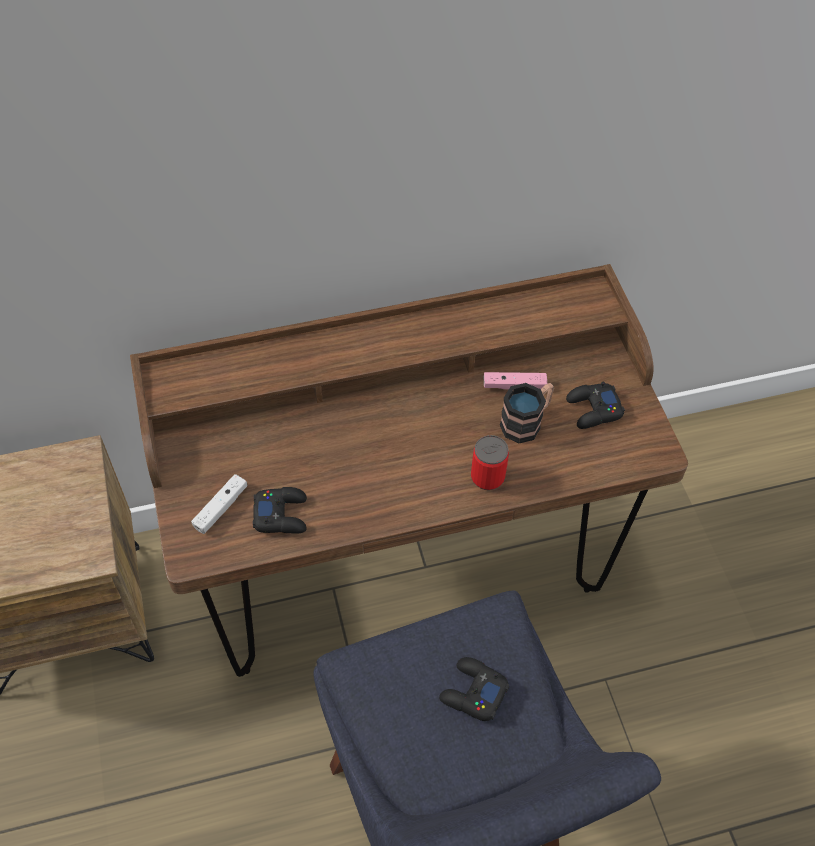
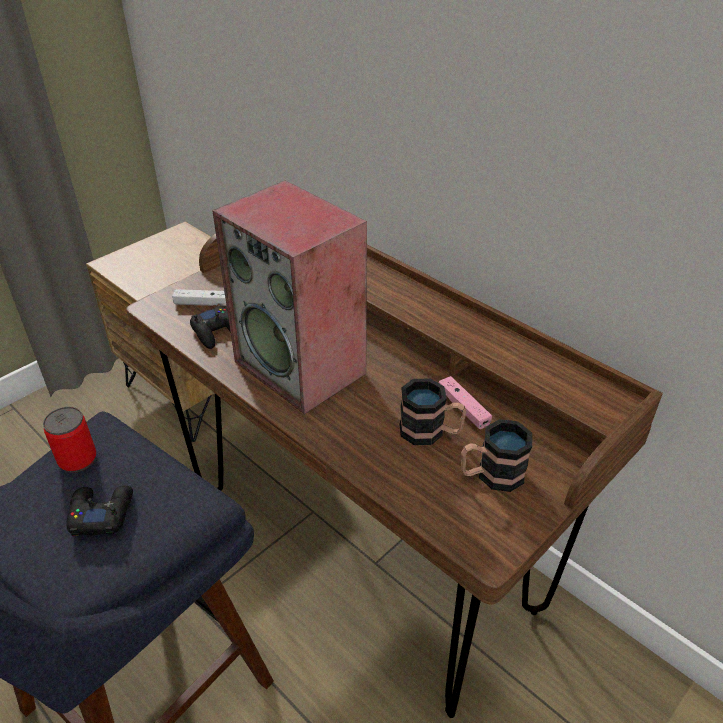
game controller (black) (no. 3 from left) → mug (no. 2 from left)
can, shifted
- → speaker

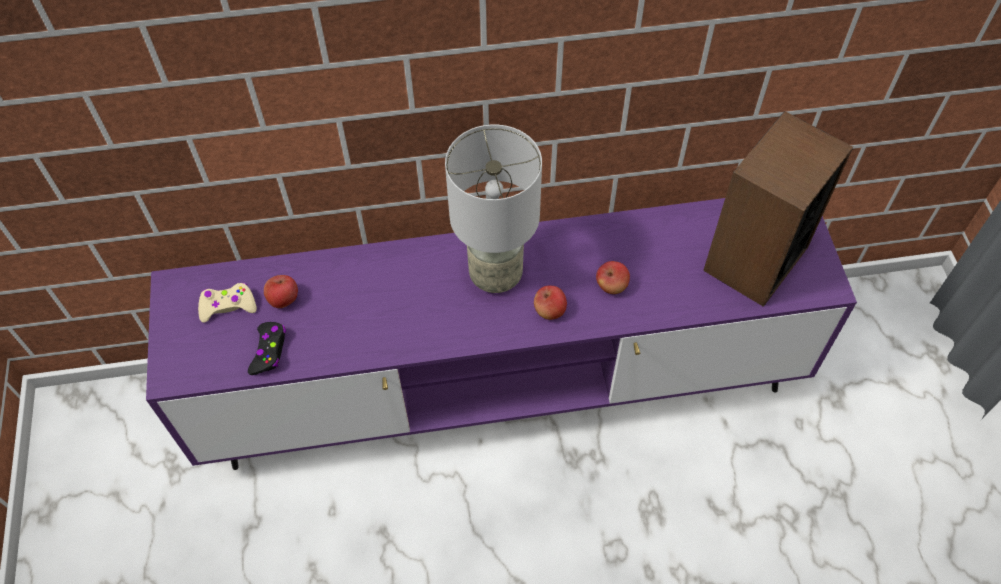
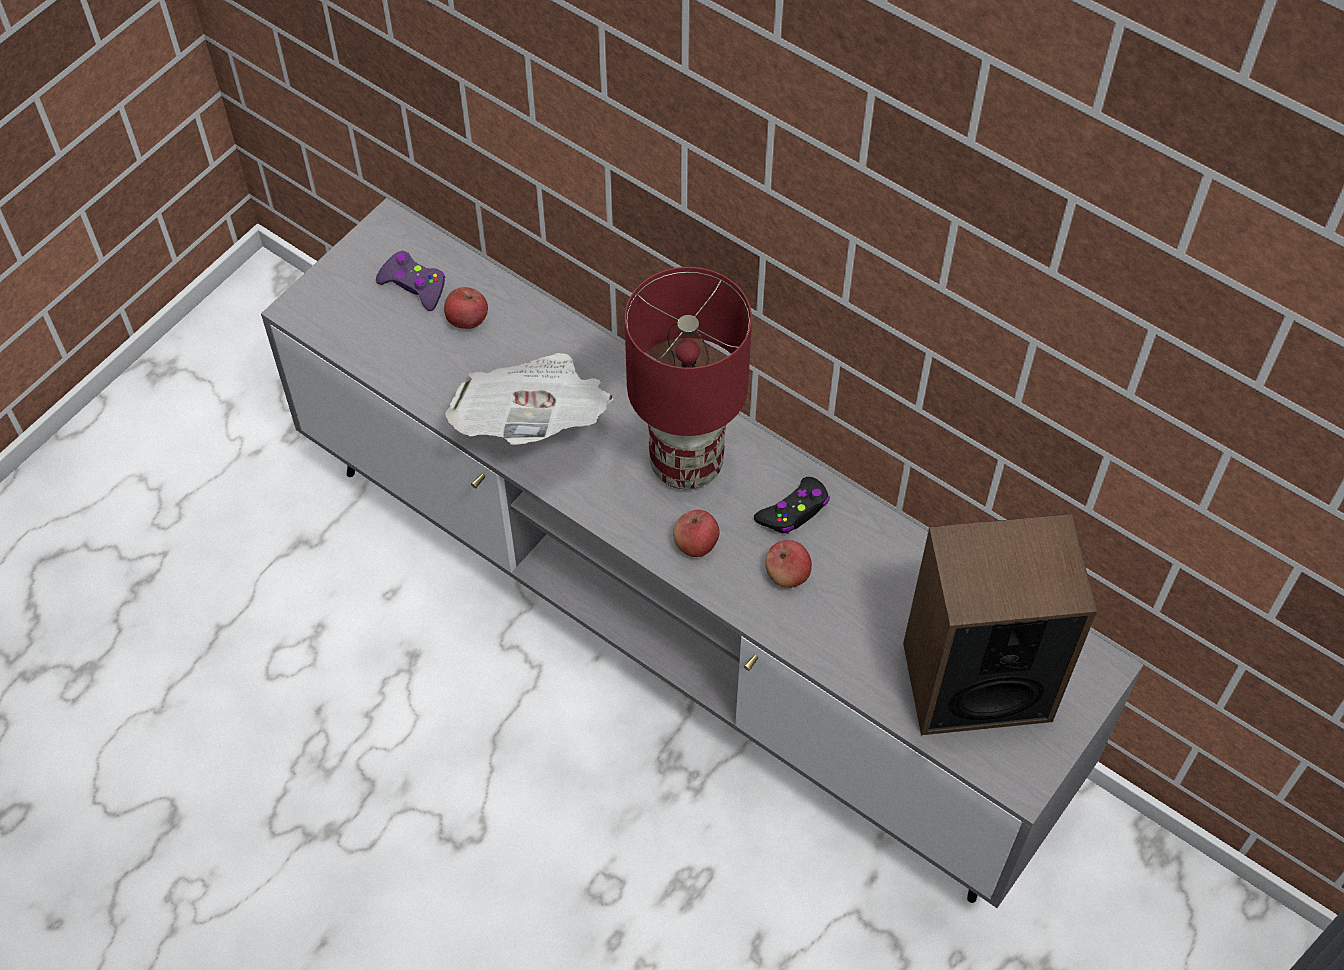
table lamp (grey) → table lamp (red)
tv stand (purple) → tv stand (grey)
game controller (beige) → game controller (purple)
game controller (black), shifted
- → newspaper

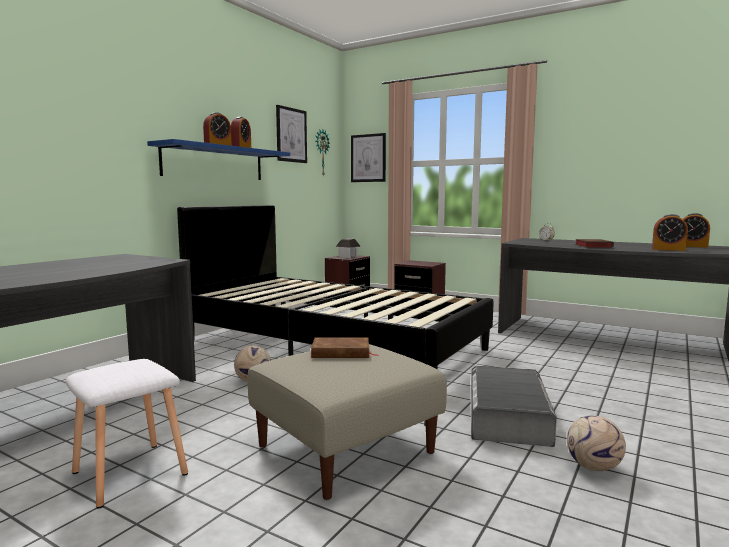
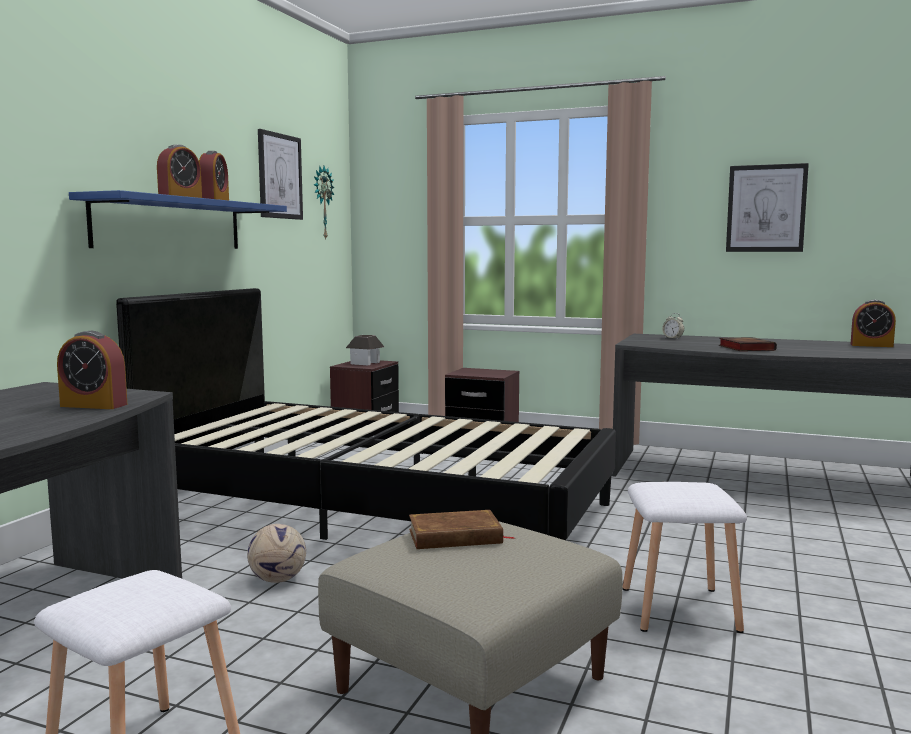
picture (no. 2 from left), shifted
alarm clock (no. 4 from left in the first image) → alarm clock (no. 1 from left), shifted
storage box (grey) → stool (white) (no. 2 from left)
football (no. 2 from left) → -

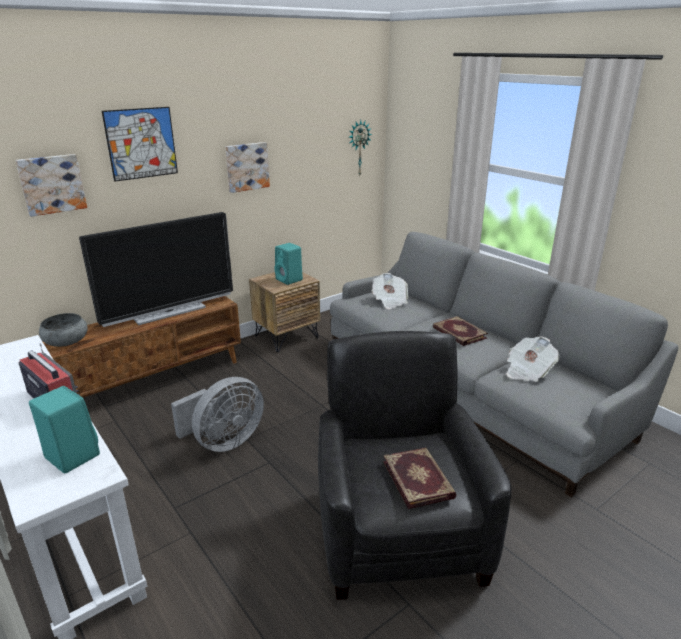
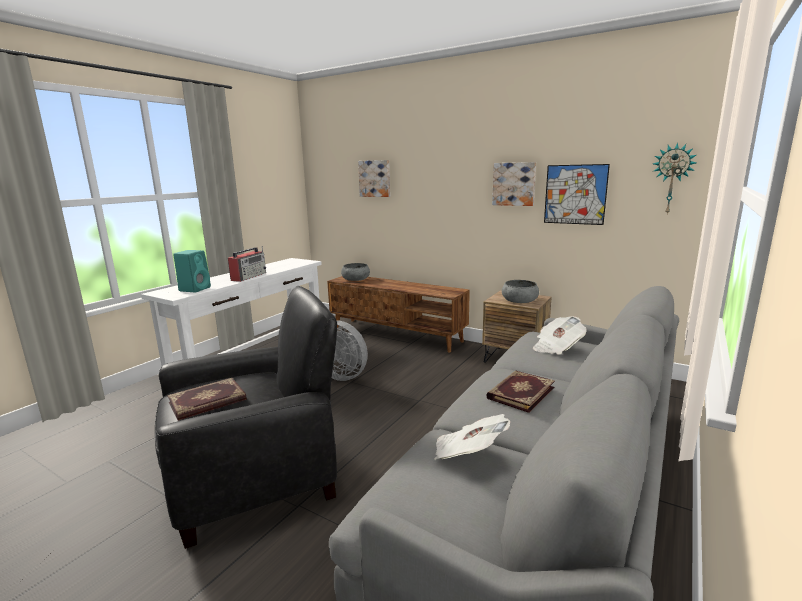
picture (no. 2 from left in the first image) → picture (no. 3 from left), shifted
television → -
speaker (turquoise) (no. 2 from left) → bowl (grey) (no. 2 from left)

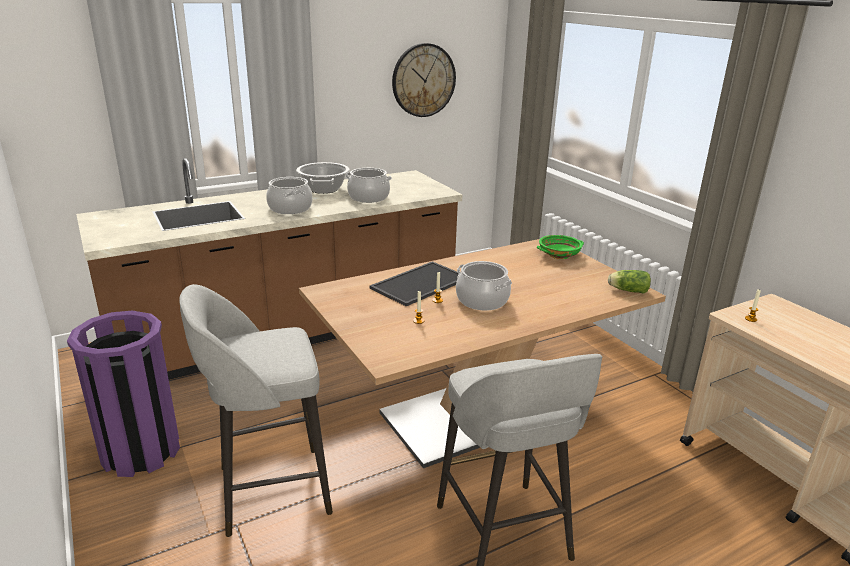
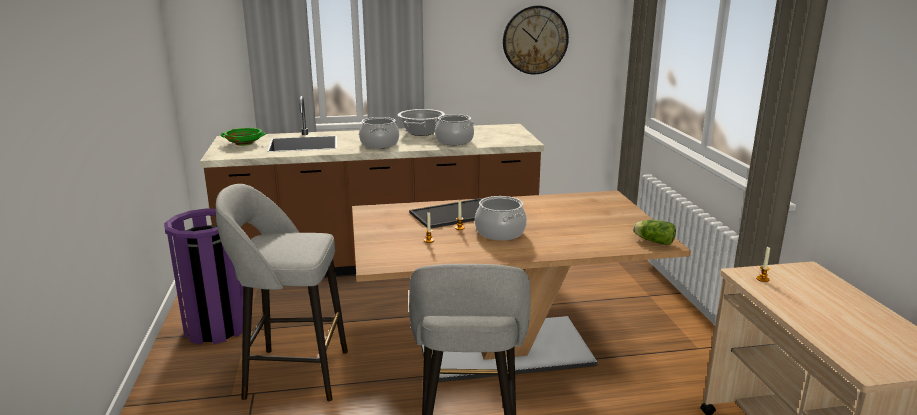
bowl (green), shifted

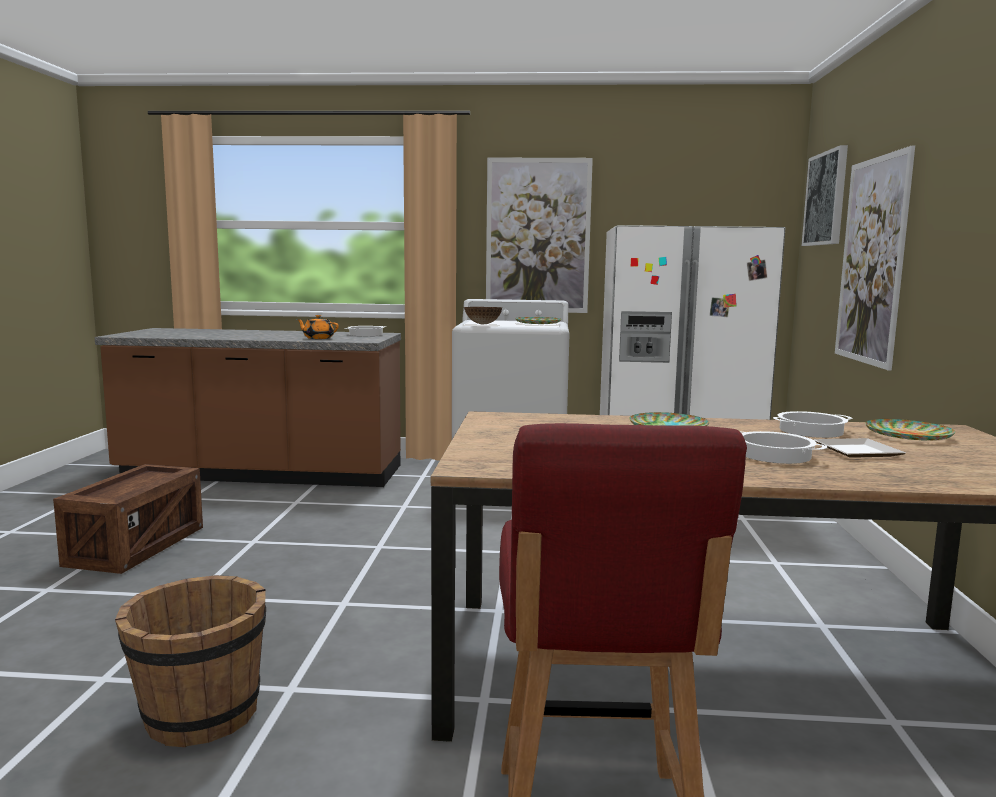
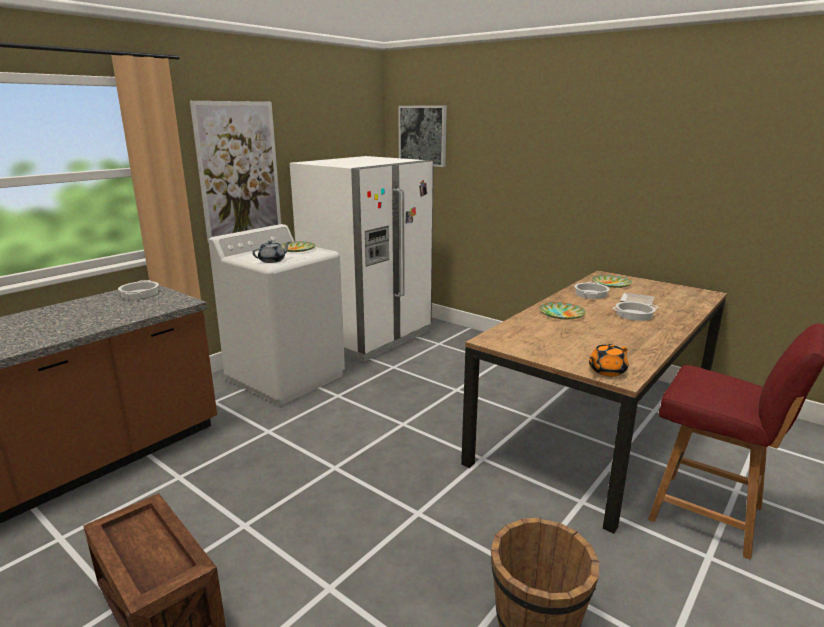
picture (no. 3 from left) → -
bowl → teapot (grey)
teapot (orange), shifted

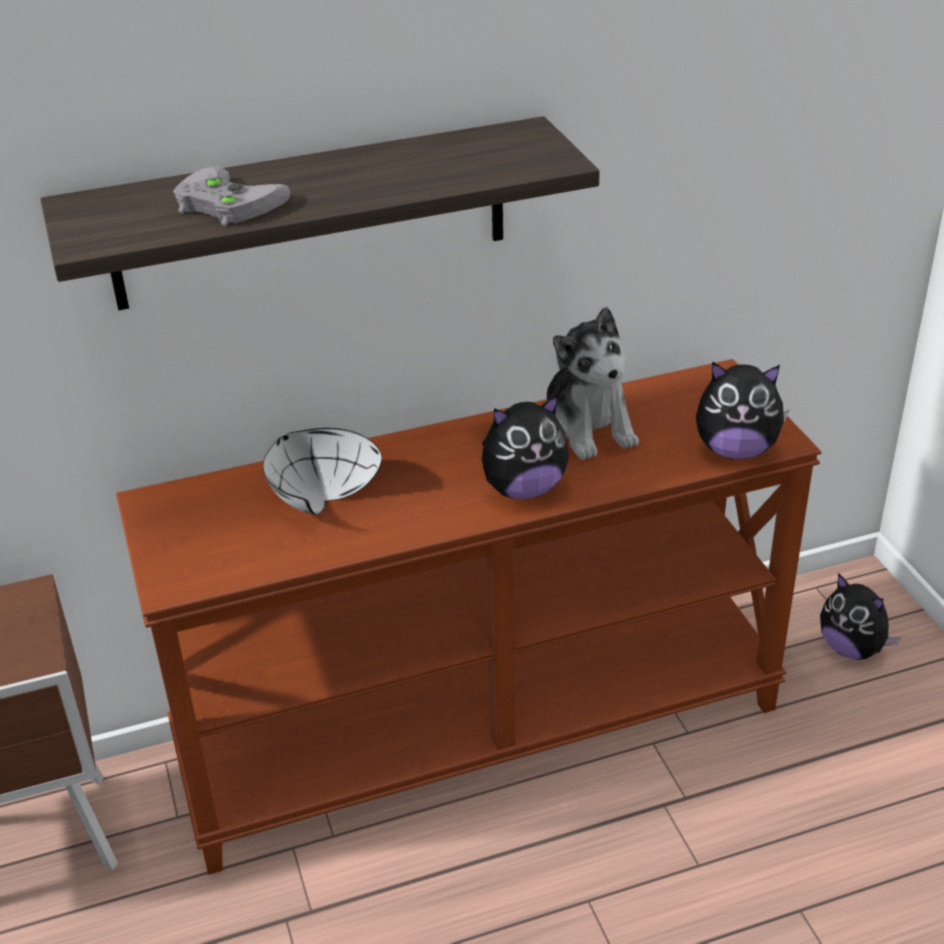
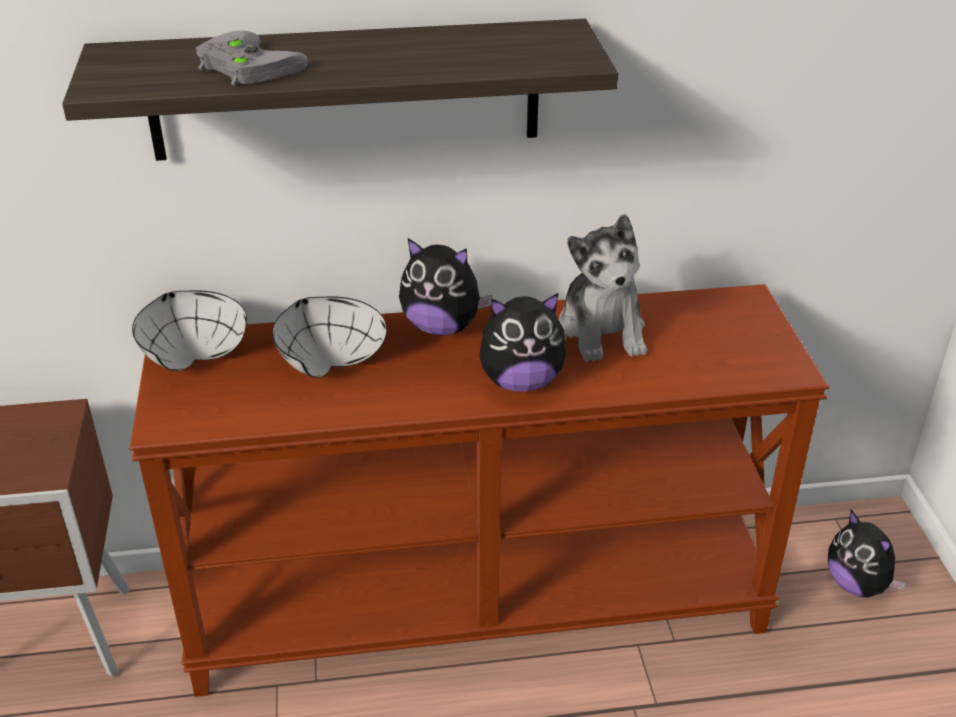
plush toy (no. 3 from left in the first image) → plush toy (no. 1 from left), shifted
- → bowl (white) (no. 1 from left)

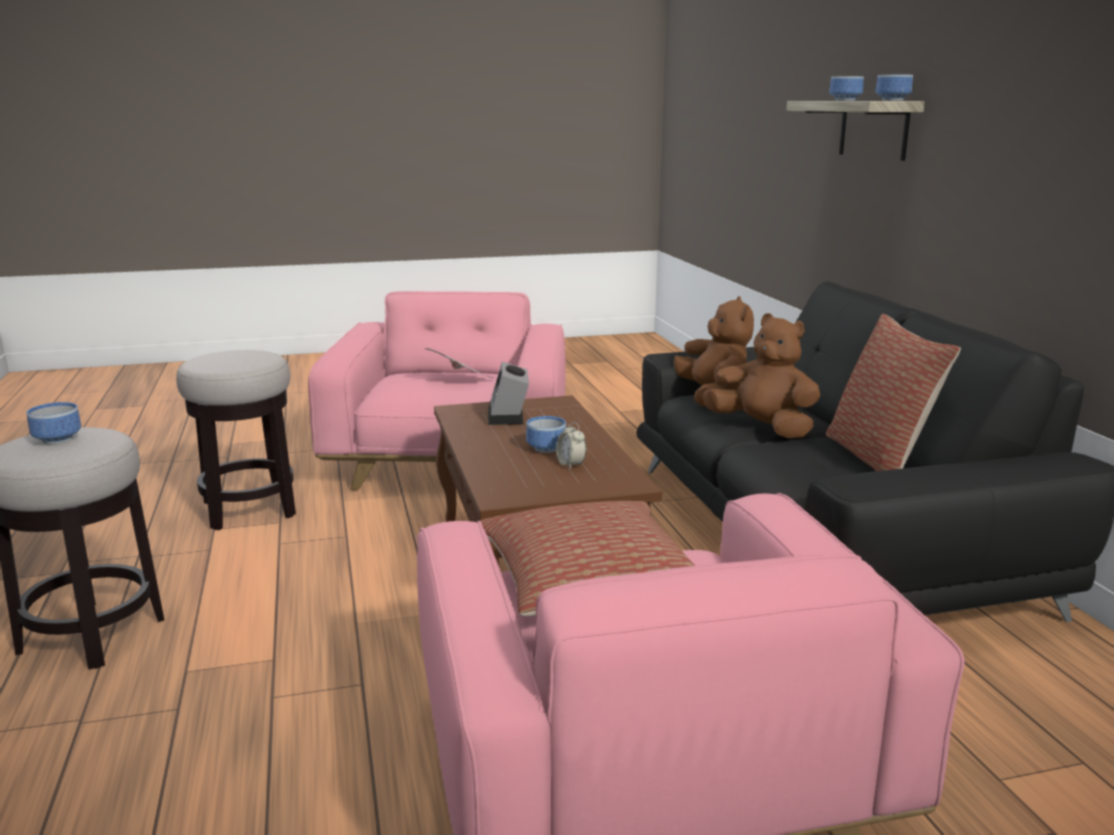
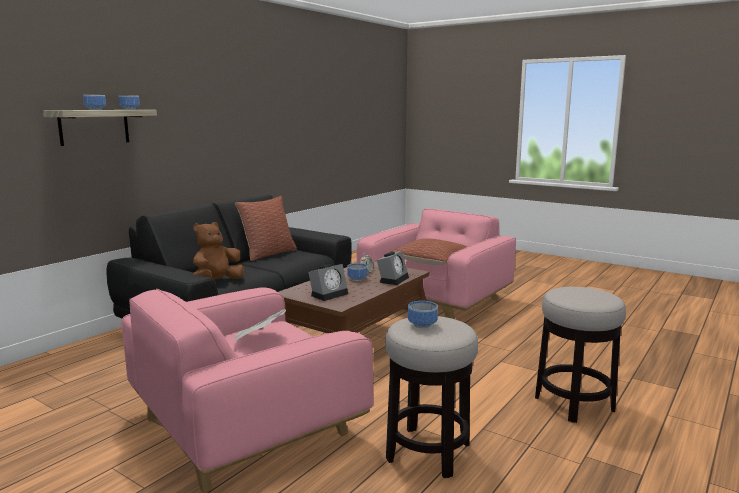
plush toy (brown) (no. 2 from left) → -
bowl (no. 1 from left in the first image) → bowl (no. 4 from left), shifted
- → alarm clock (no. 3 from left)

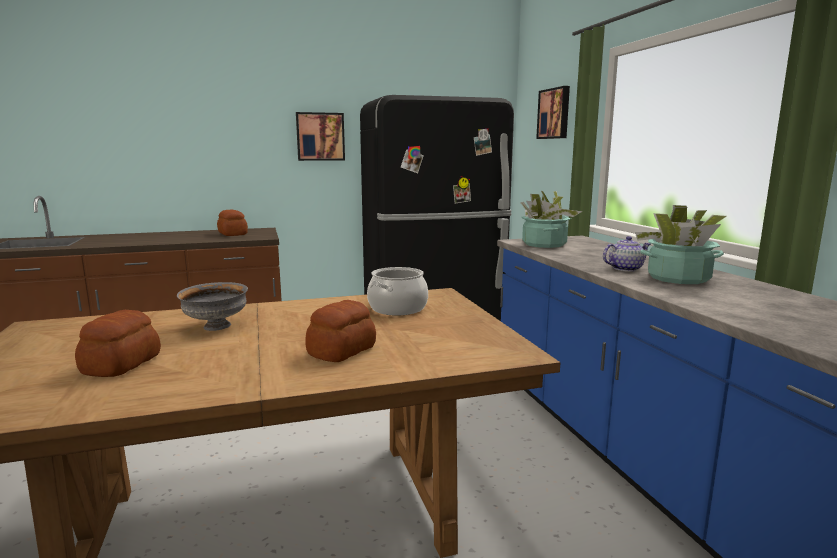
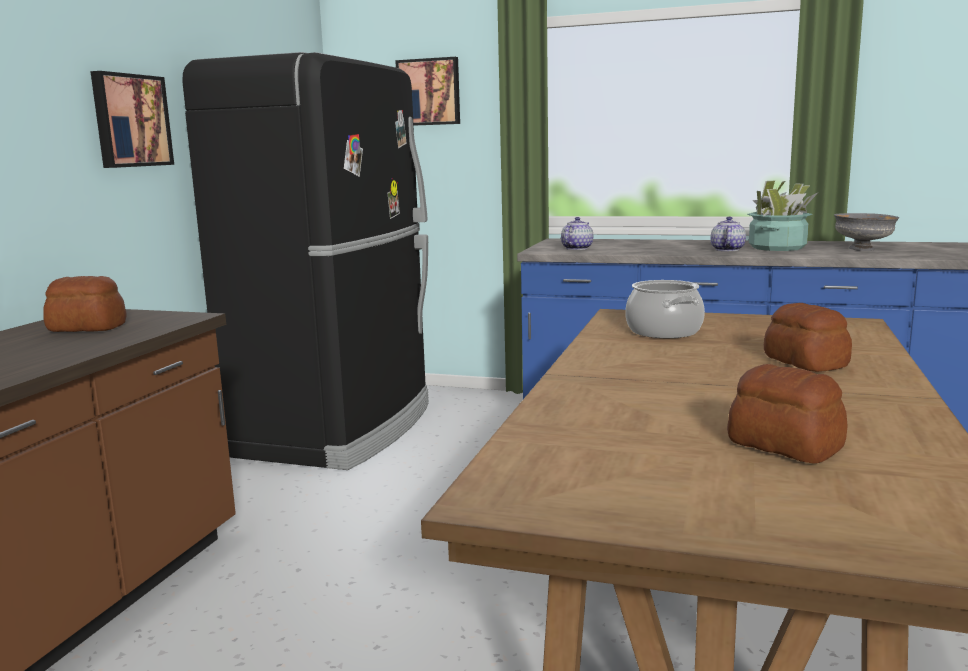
potted plant (no. 1 from left) → teapot (no. 1 from left)
bowl (grey), shifted

